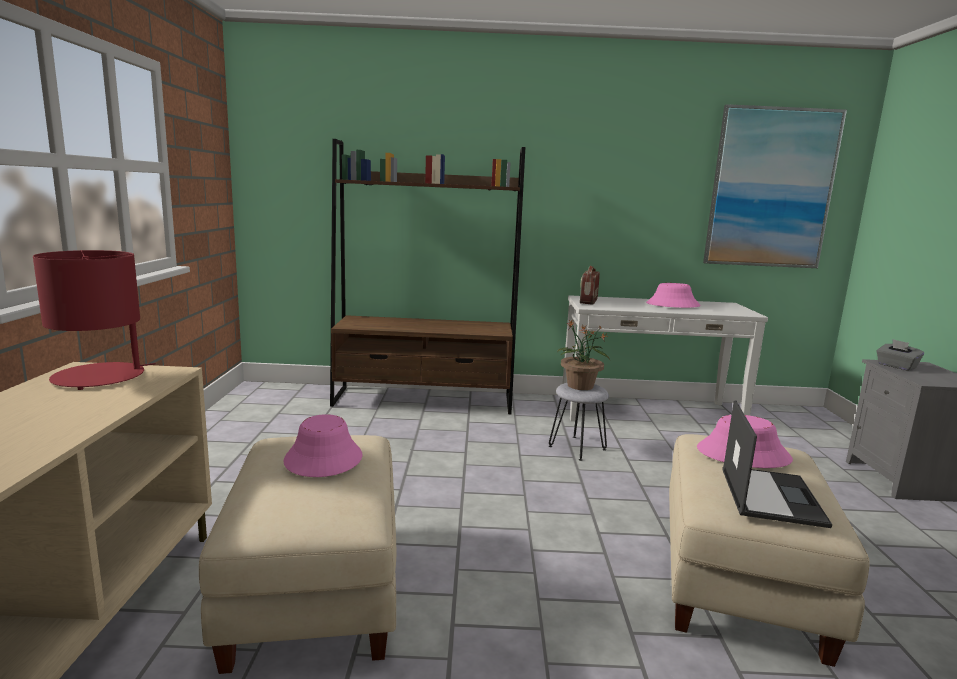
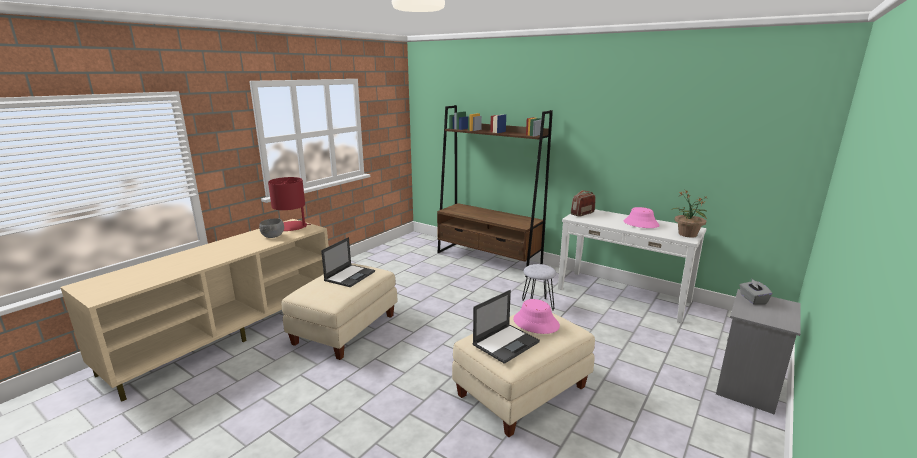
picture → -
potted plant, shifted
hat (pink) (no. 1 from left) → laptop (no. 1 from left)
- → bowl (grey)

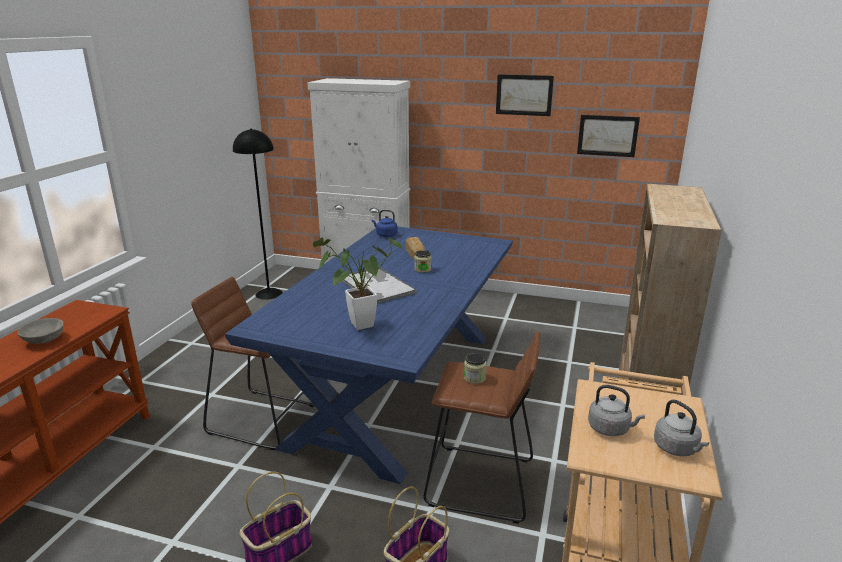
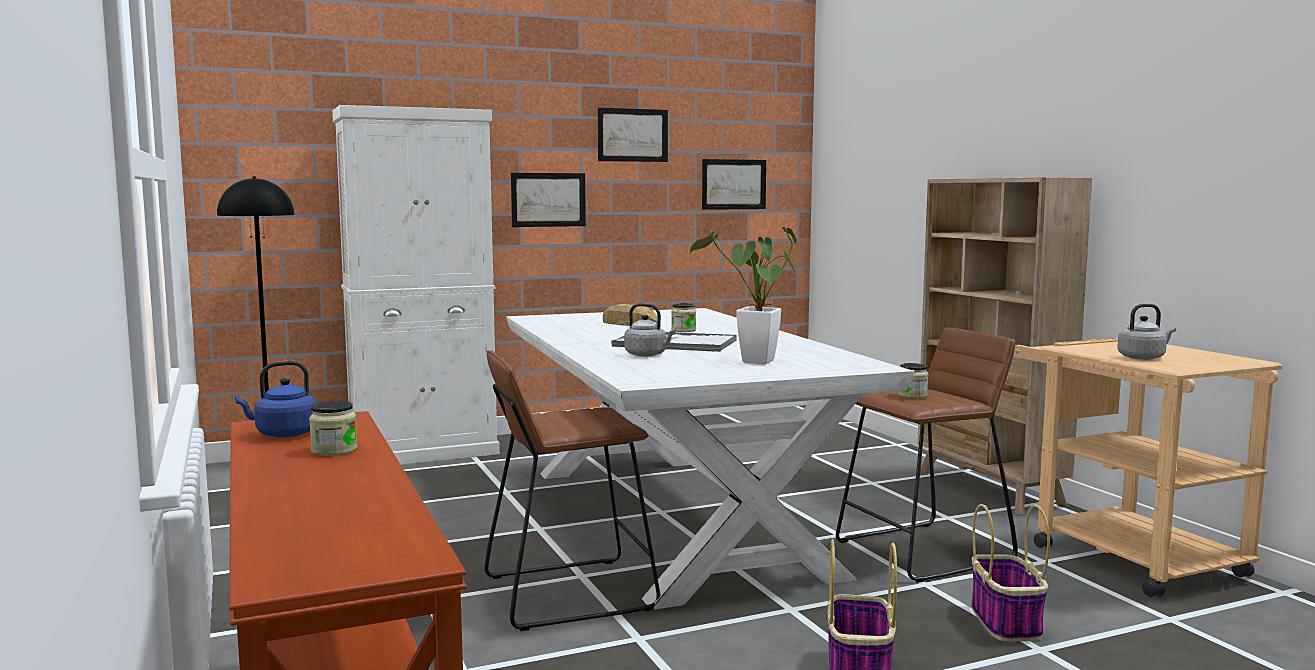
kettle (blue), shifted
dining table (blue) → dining table (white)
bowl (grey) → jar (no. 1 from left)
kettle (grey) (no. 2 from left in the first image) → kettle (grey) (no. 1 from left), shifted
- → picture (no. 1 from left)

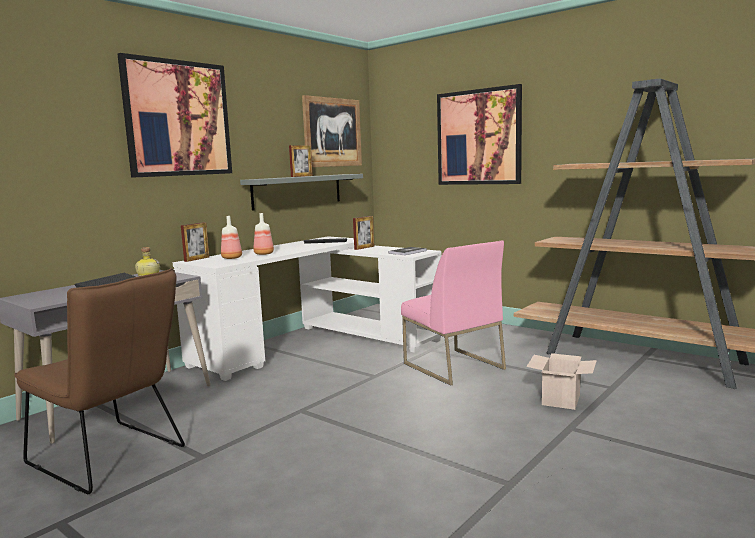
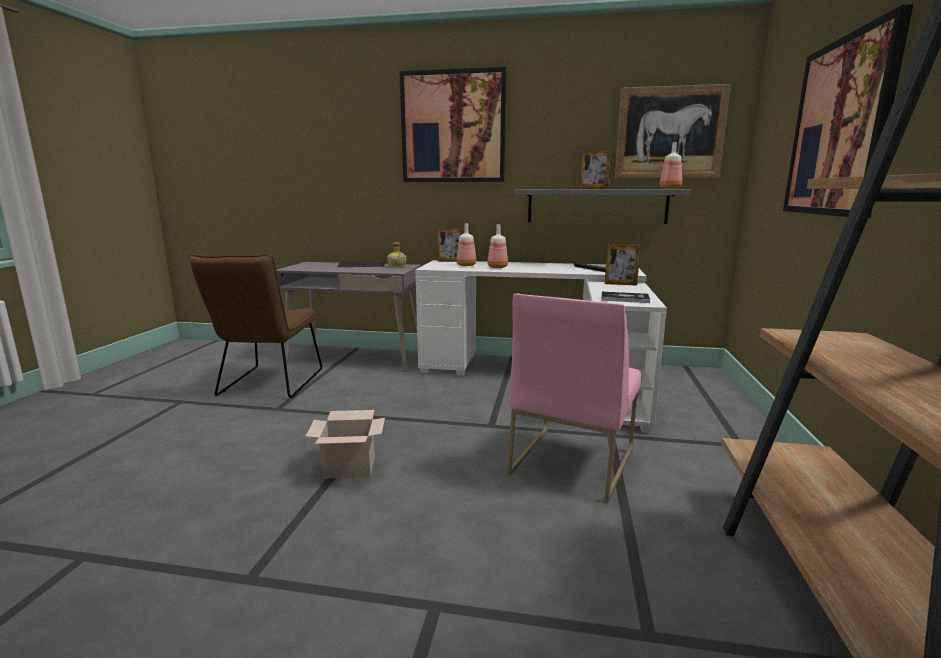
cardboard box, shifted
- → bottle (no. 4 from left)

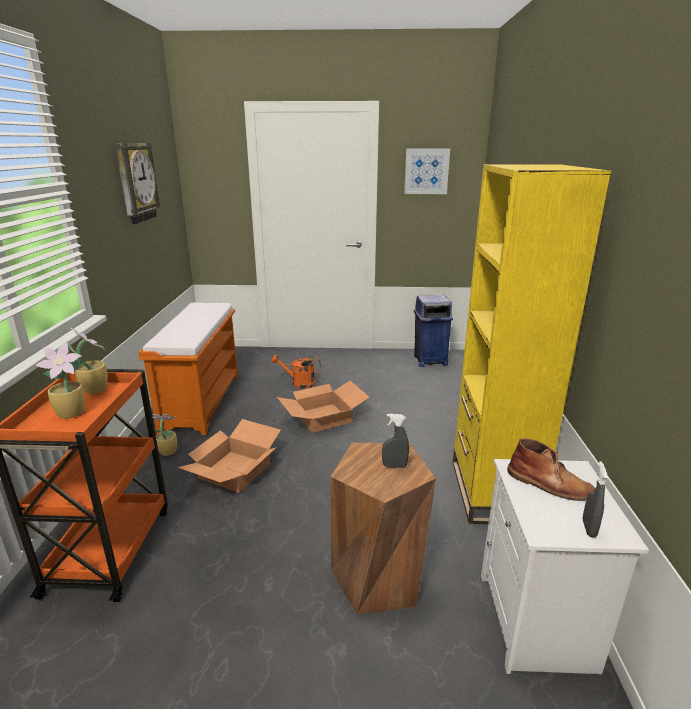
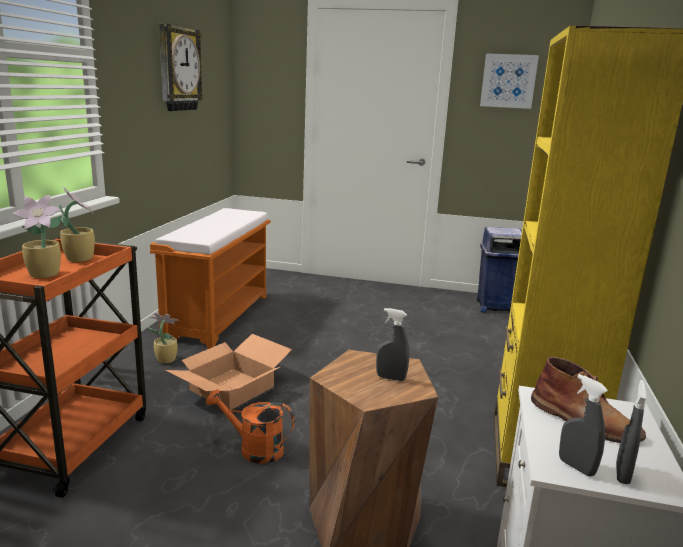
watering can (orange), shifted
cardboard box (no. 2 from left) → -
- → spray bottle (grey) (no. 2 from left)

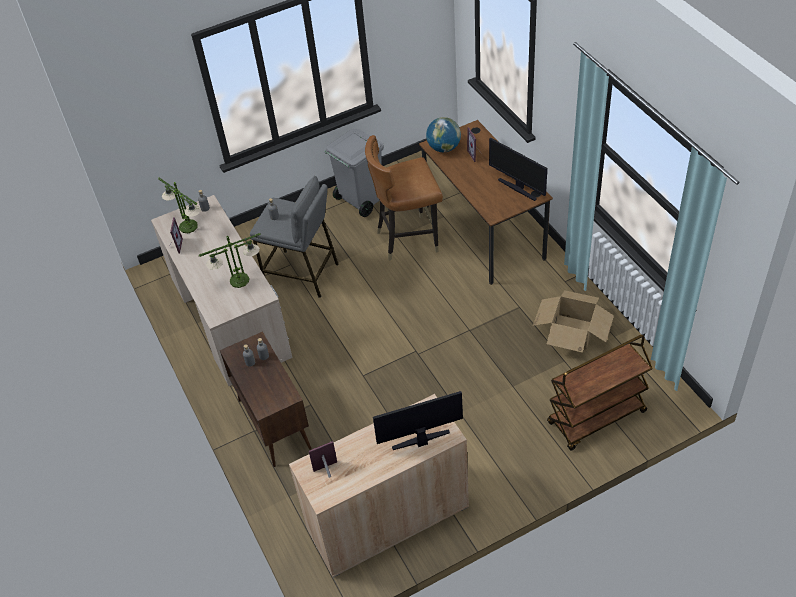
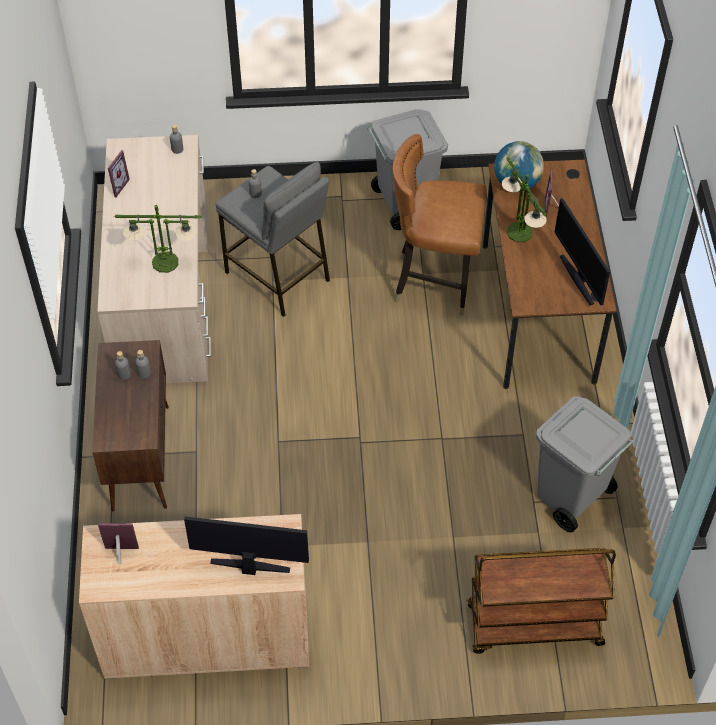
table lamp (no. 1 from left in the first image) → table lamp (no. 2 from left), shifted
cardboard box → trash can (grey) (no. 2 from left)

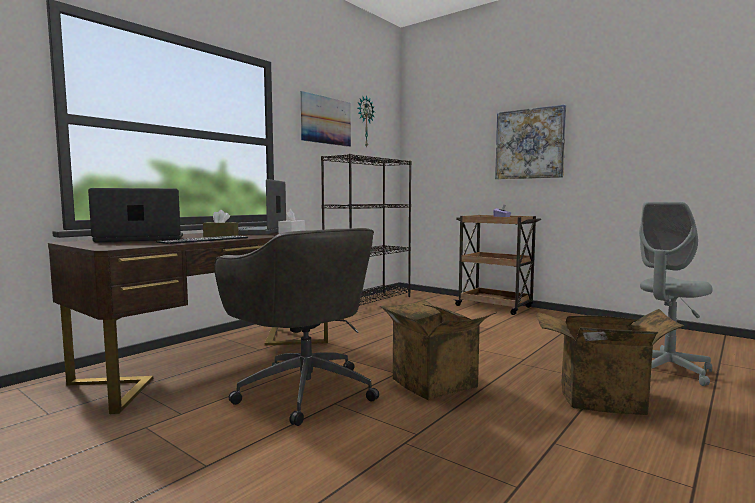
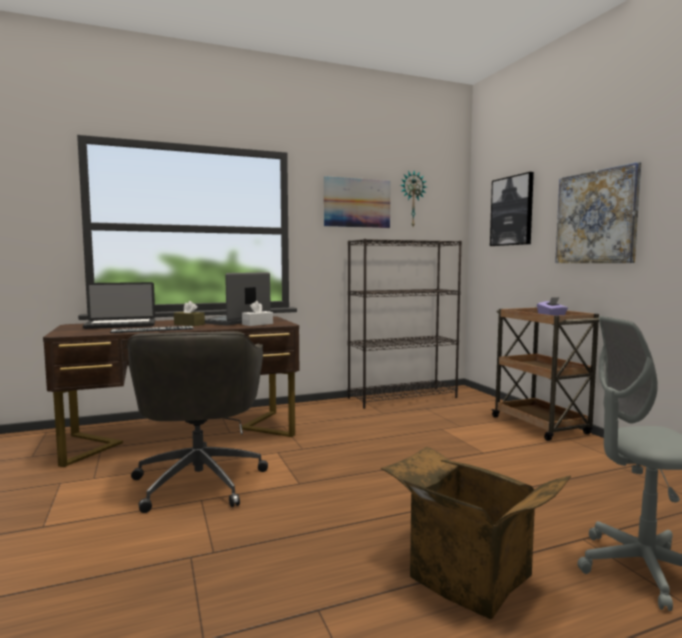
laptop (no. 1 from left), 150 degrees clockwise
cardboard box (no. 1 from left) → -
- → picture (no. 2 from left)

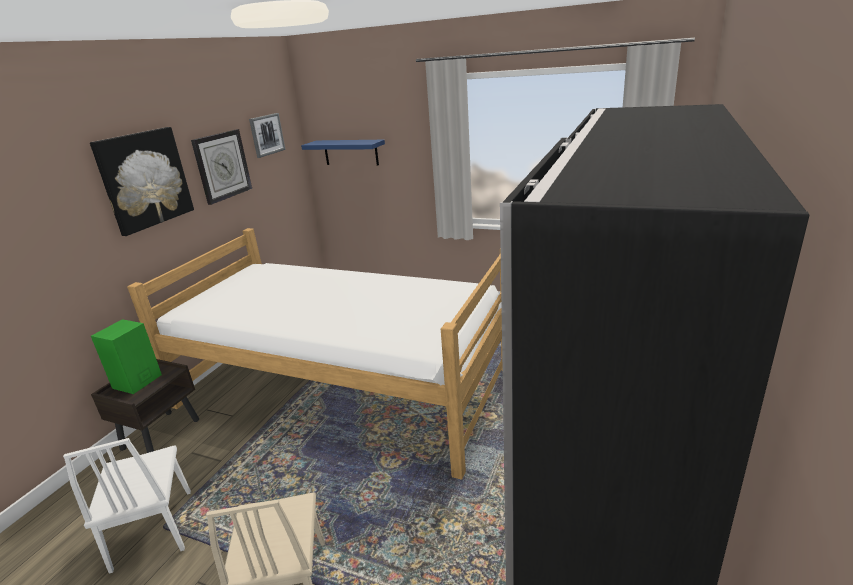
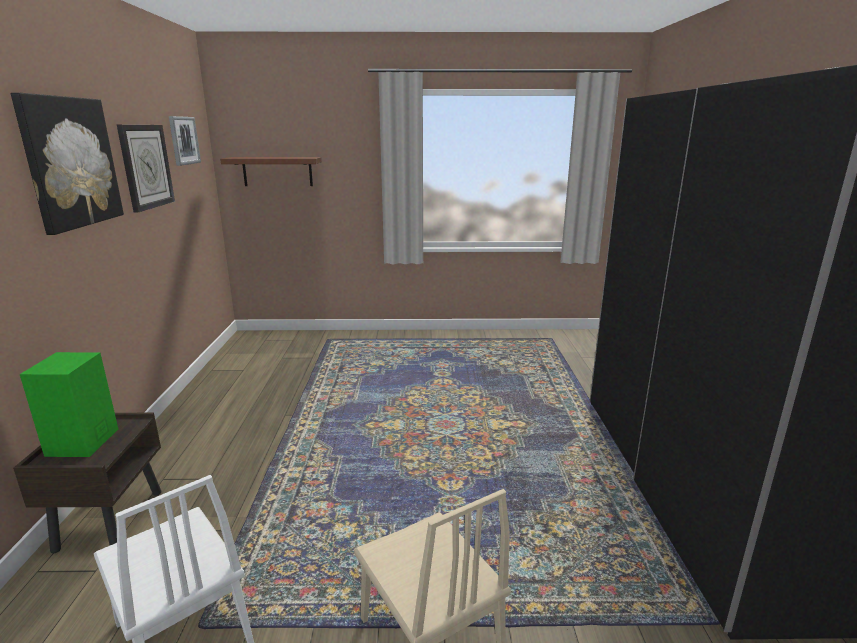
shelf (blue) → shelf (brown)
bed → -

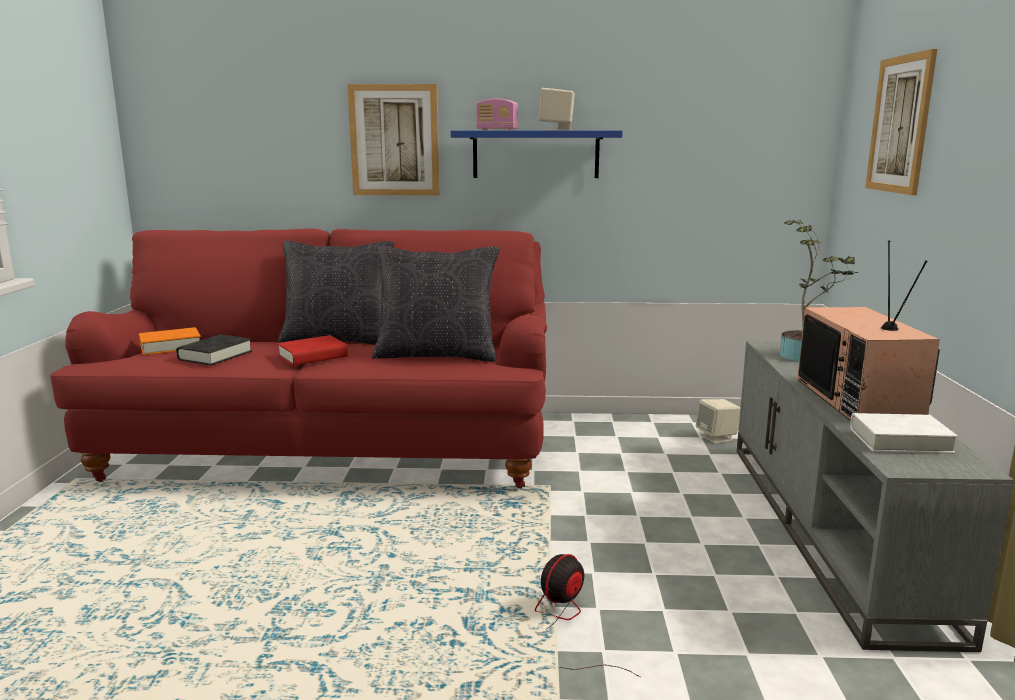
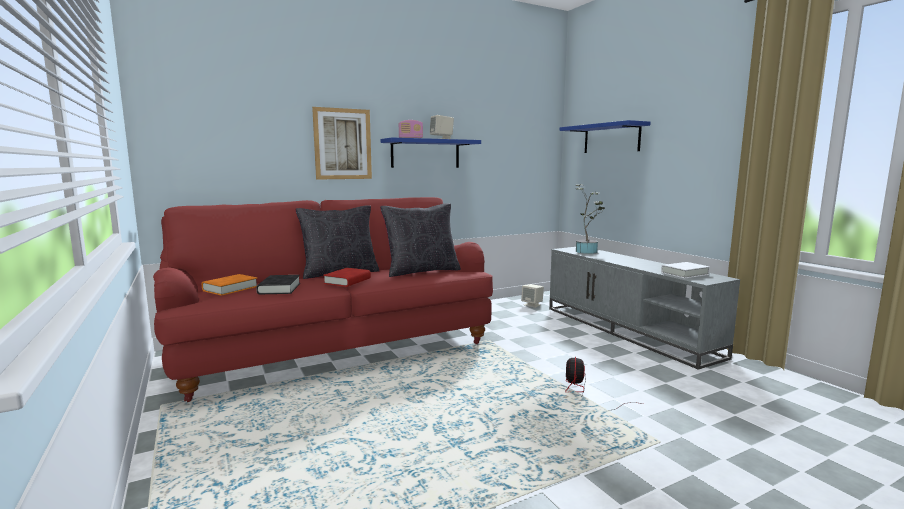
picture (no. 2 from left) → shelf (blue) (no. 2 from left)
television → -

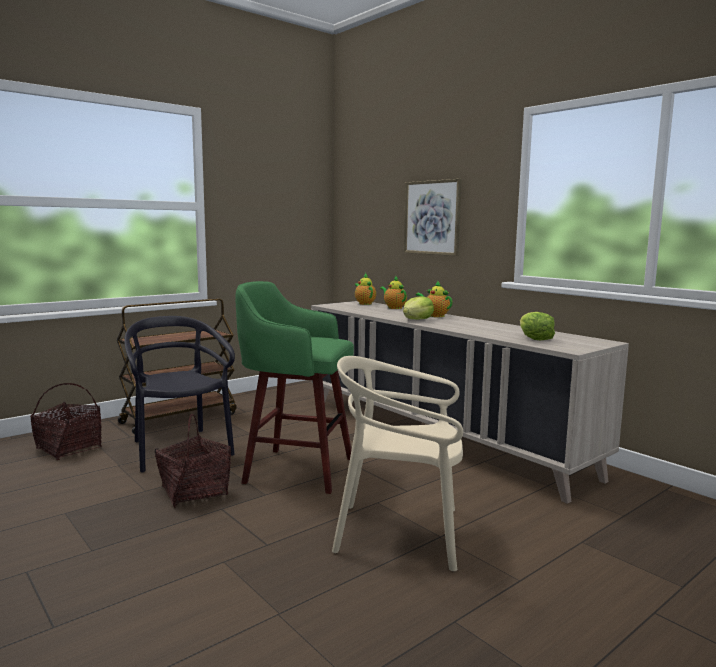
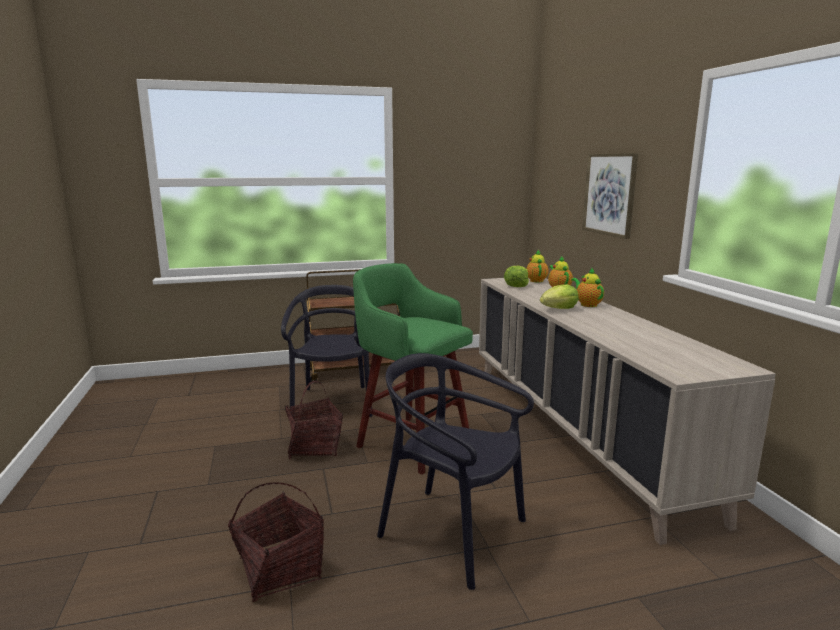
lettuce (no. 2 from left in the first image) → lettuce (no. 1 from left), shifted
chair (beige) → chair (black) (no. 2 from left)
basket (no. 1 from left), shifted

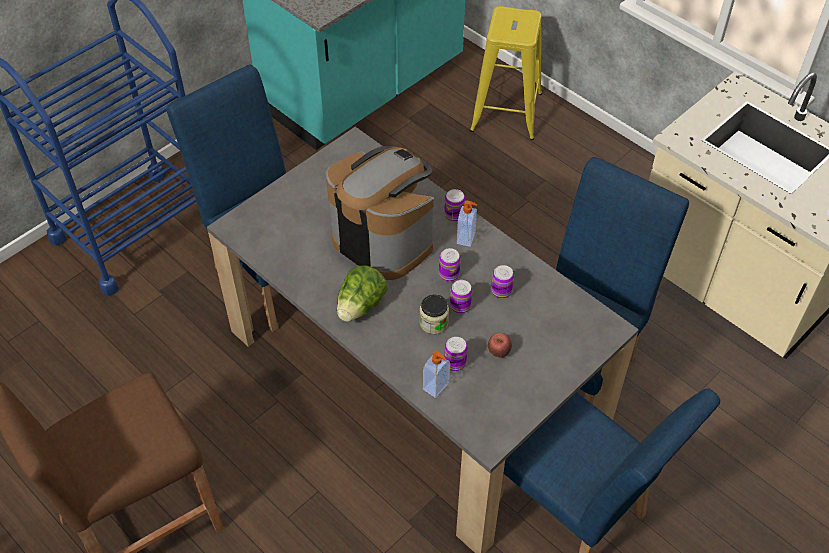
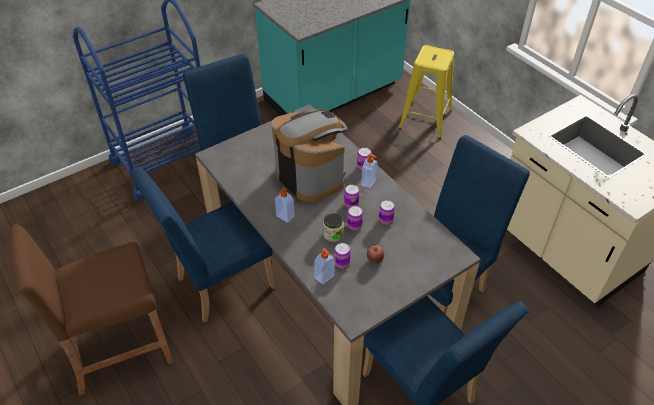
lettuce → soap dispenser (no. 1 from left)
- → chair (blue) (no. 1 from left)

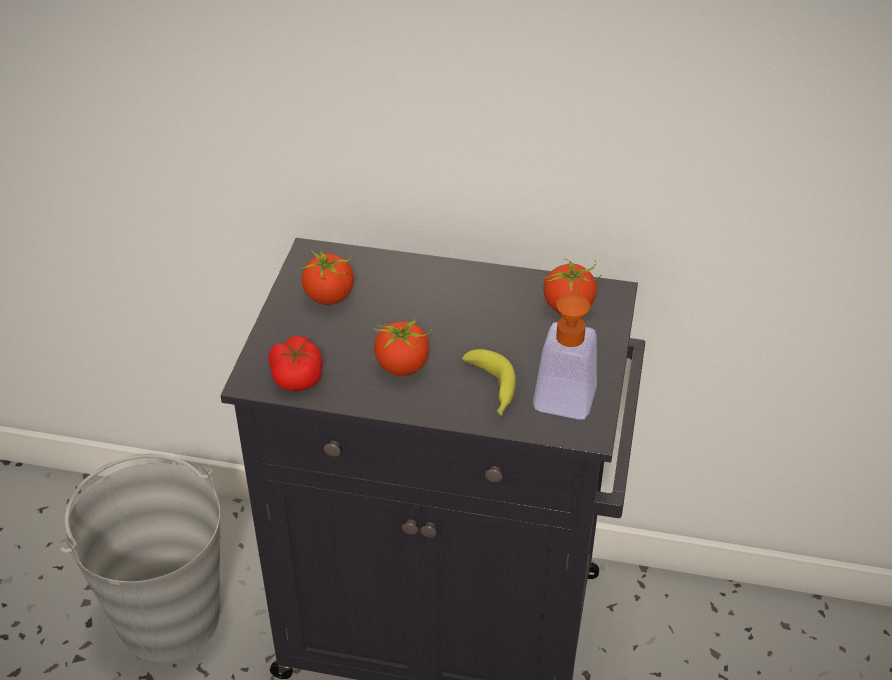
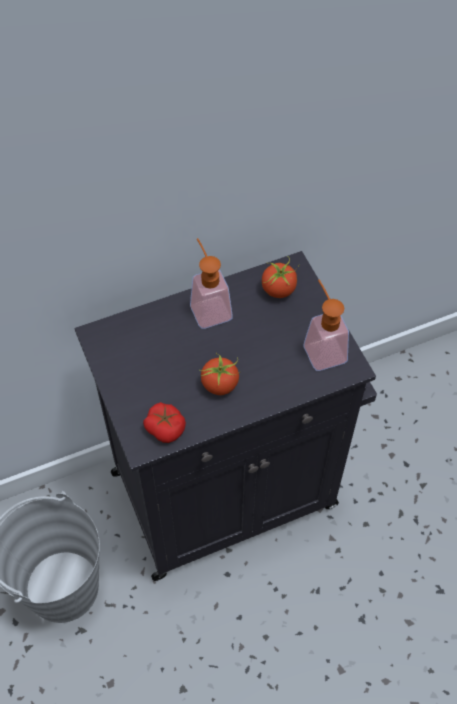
tomato (no. 2 from left) → -
banana → -
- → soap dispenser (no. 1 from left)

